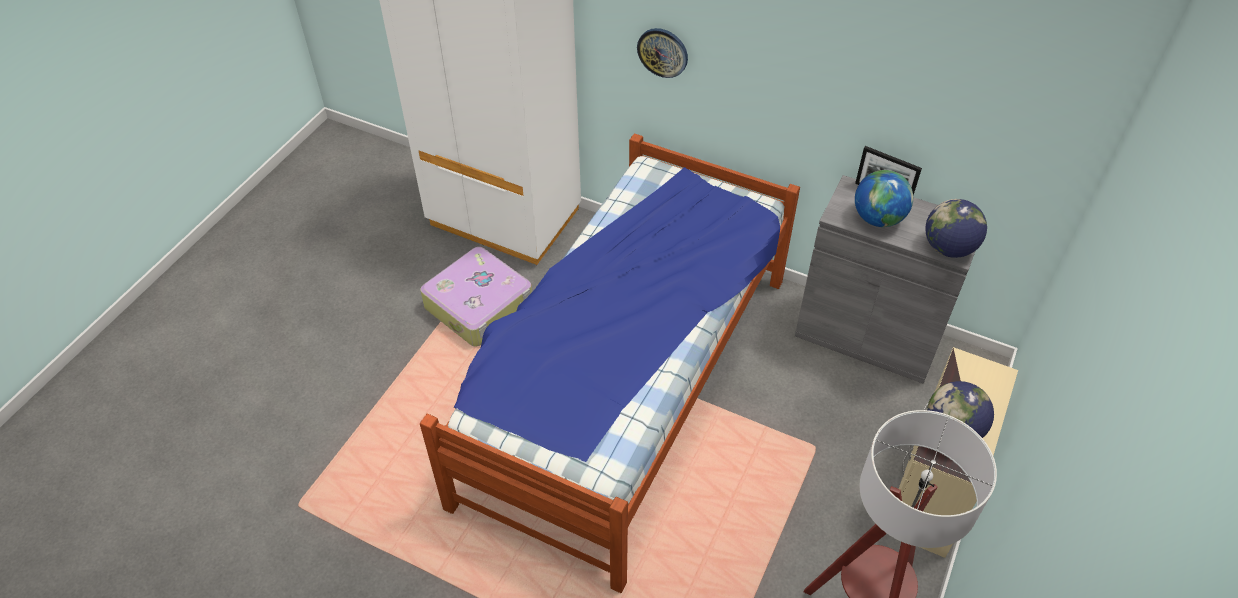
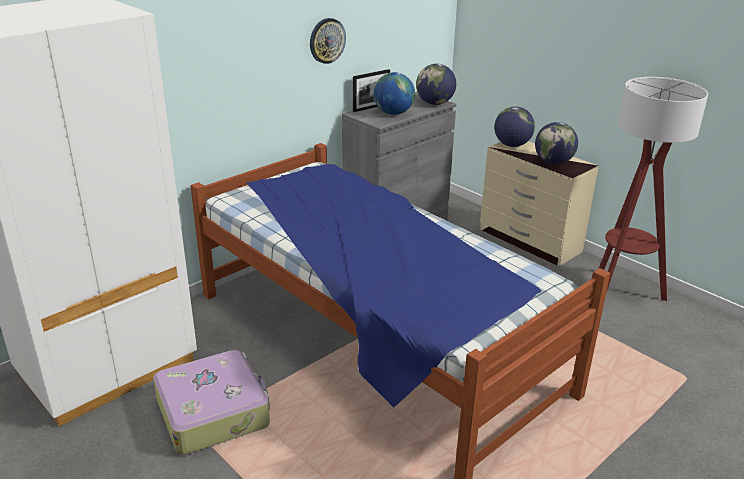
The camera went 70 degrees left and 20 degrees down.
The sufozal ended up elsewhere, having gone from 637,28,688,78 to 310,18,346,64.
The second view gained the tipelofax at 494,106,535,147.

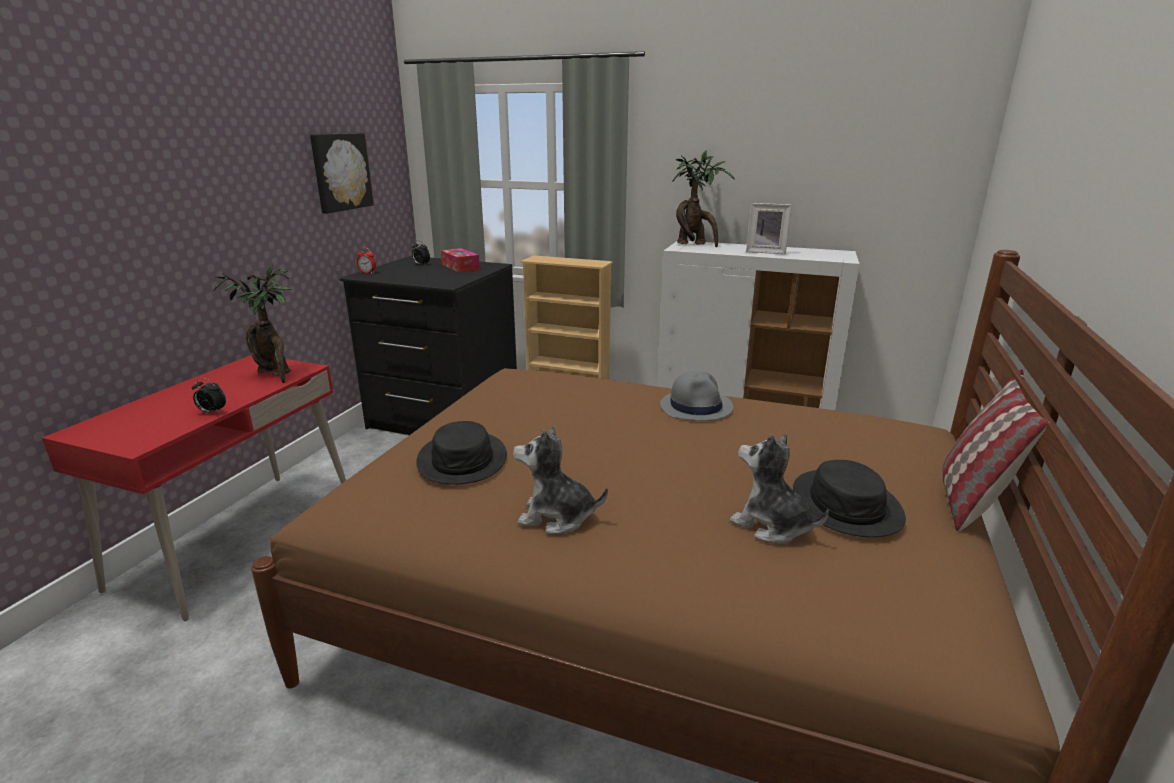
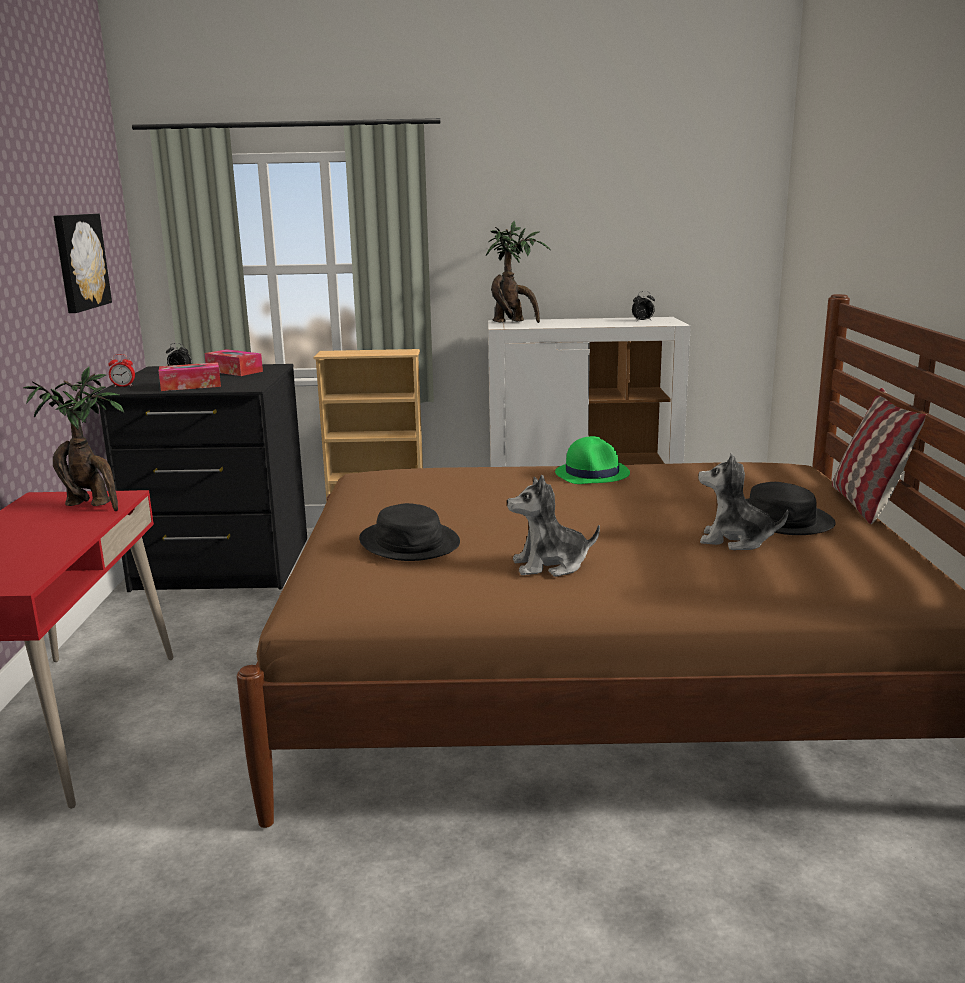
The camera went 20 degrees left and 5 degrees down.
The second view gained the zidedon at 159,362,221,391.
What was the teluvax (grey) at 660,371,733,421 turned into the teluvax (green) at 555,436,630,484.
The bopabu ended up elsewhere, having gone from 192,378,226,414 to 632,291,655,322.
The second view lost the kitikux at 746,203,792,254.

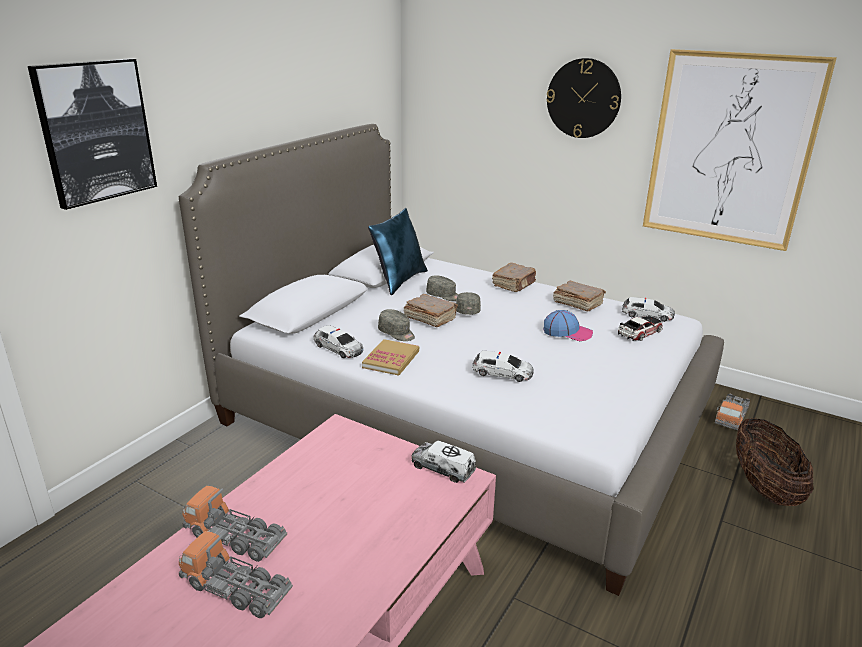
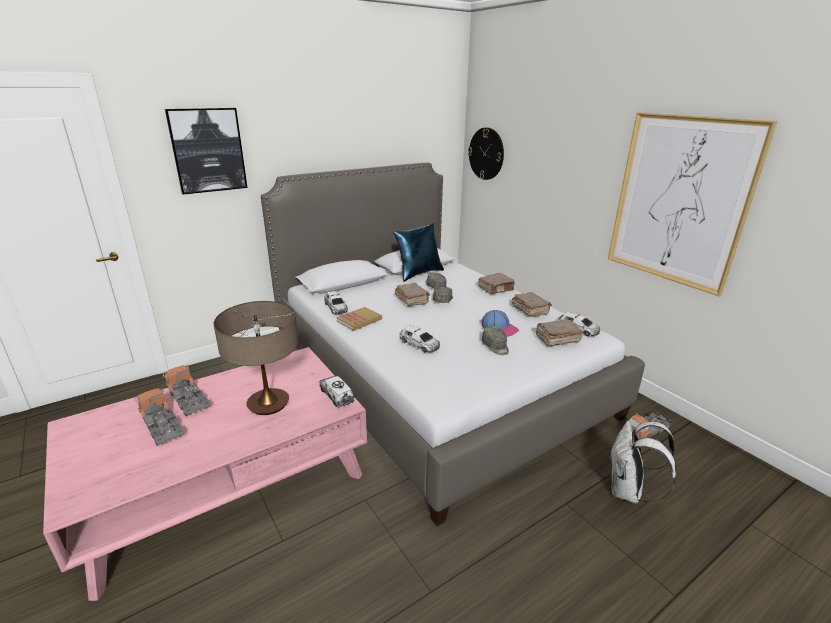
The camera went 25 degrees right and 0 degrees up.
The second view gained the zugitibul at 214,301,298,415.
The sufozal ended up elsewhere, having gone from 546,58,621,138 to 468,128,504,180.
The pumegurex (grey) ended up elsewhere, having gone from 378,309,415,341 to 482,326,509,355.
Where the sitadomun stood at 618,316,662,341, the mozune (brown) came to stand at 536,319,583,347.
Where the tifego stood at 736,418,814,506, the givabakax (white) came to stand at 609,421,676,503.

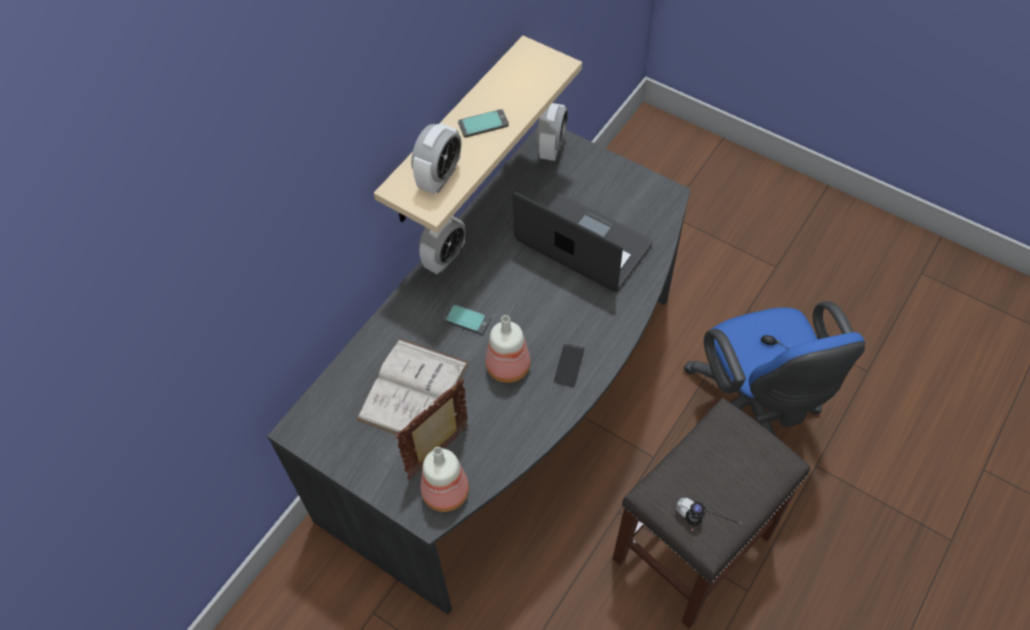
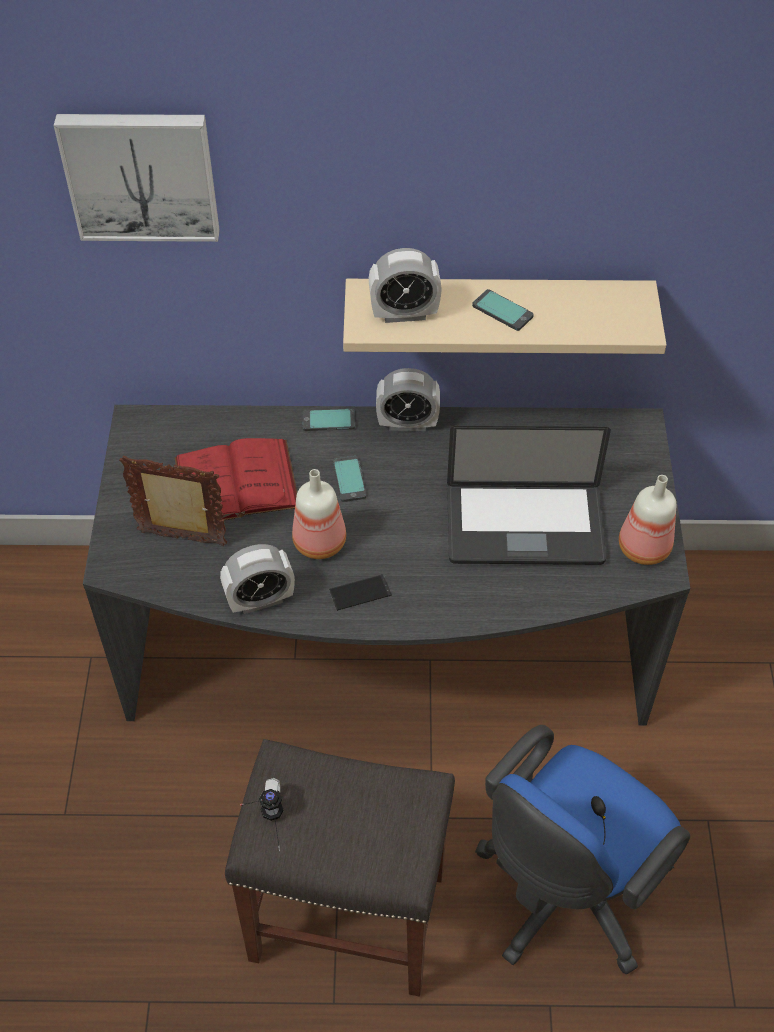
The camera went 55 degrees right and 5 degrees down.
The second view gained the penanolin at 54,114,220,242.
What was the mozune (white) at 357,339,469,438 turned into the mozune (red) at 175,438,297,520.
The bopabu ended up elsewhere, having gone from 536,103,568,161 to 220,544,295,614.
The second view gained the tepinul at 303,409,355,431.
The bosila at 513,192,652,292 ended up facing another way, 90 degrees clockwise from before.
The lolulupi ended up elsewhere, having gone from 421,447,469,512 to 619,475,676,565.

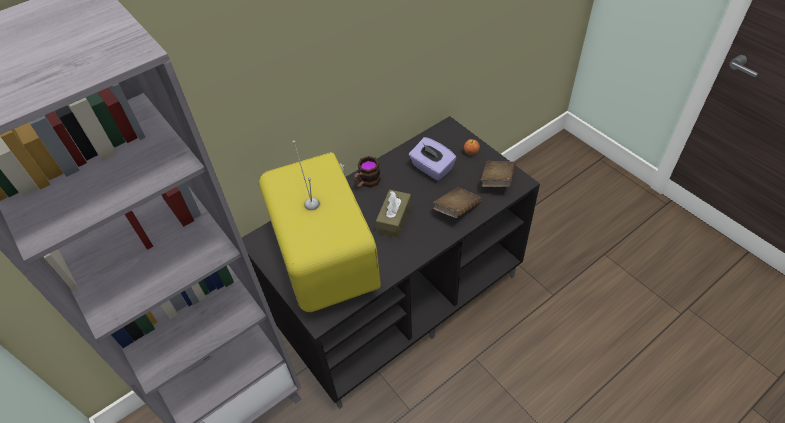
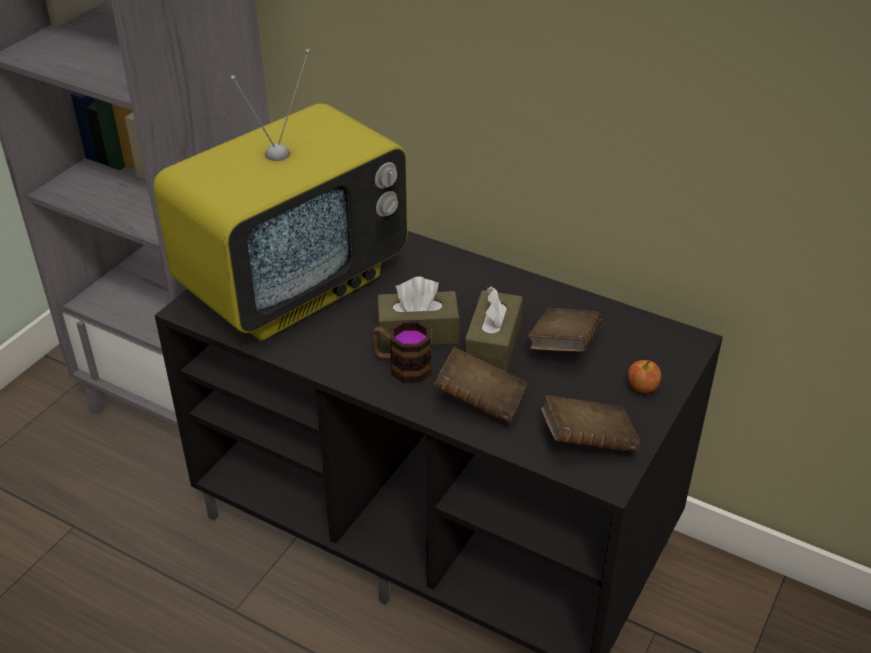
The camera went 65 degrees right and 10 degrees down.
The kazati ended up elsewhere, having gone from 354,156,381,188 to 372,320,431,383.
The second view gained the zidedon (brown) at 465,287,523,372.
Where the zidedon (purple) stood at 409,137,456,181, the mozune (brown) came to stand at 528,308,602,352.

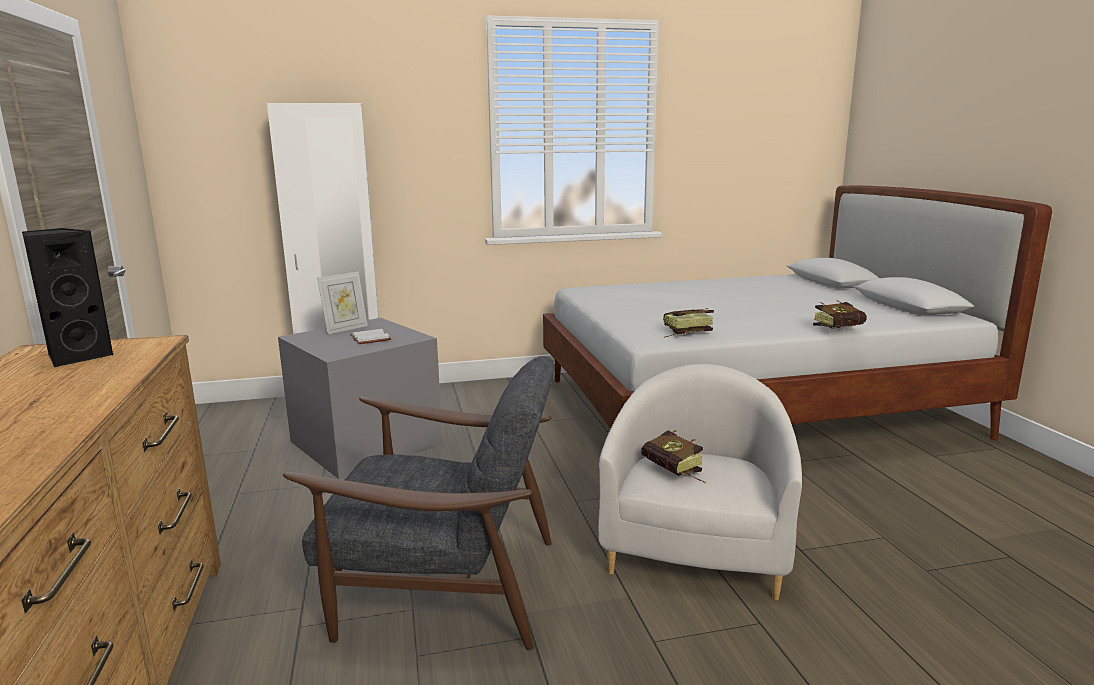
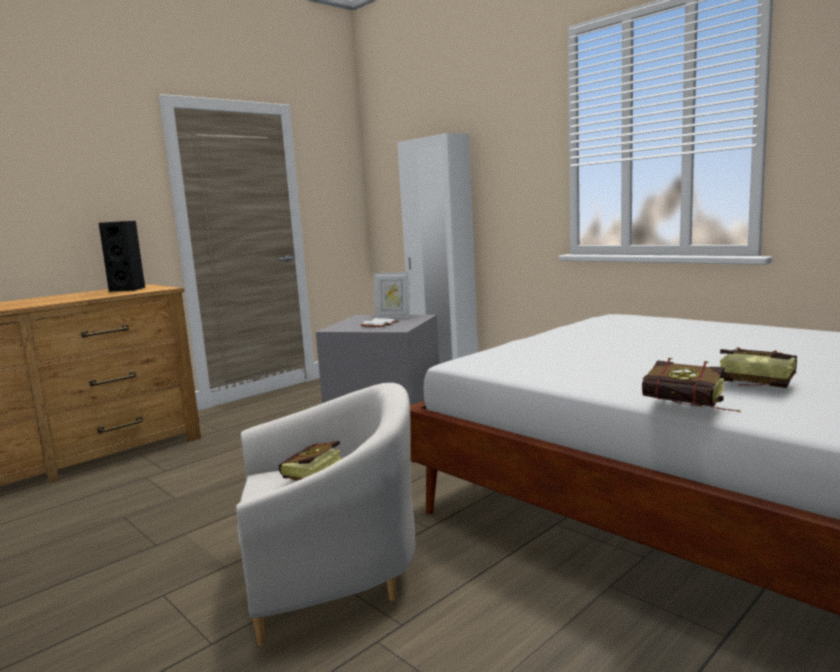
The camera went 60 degrees right and 5 degrees down.
The mozune ended up elsewhere, having gone from 663,308,714,338 to 720,347,798,388.
The second view lost the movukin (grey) at 283,356,555,650.

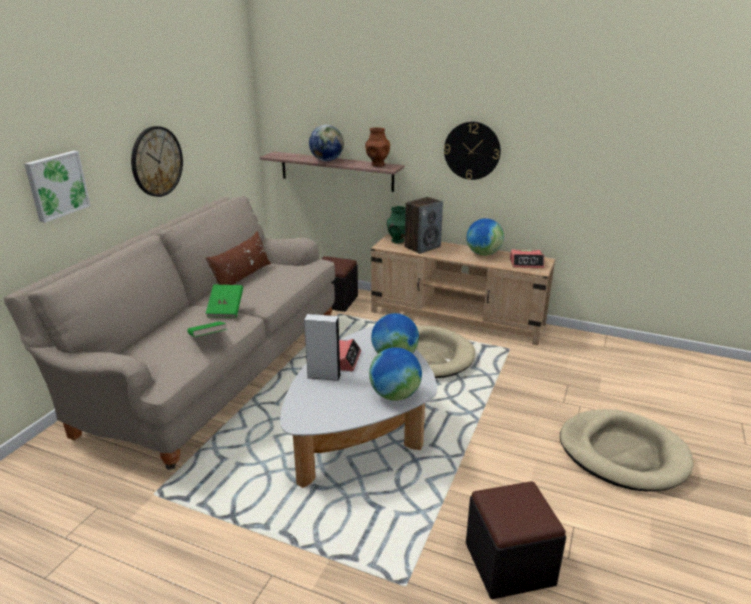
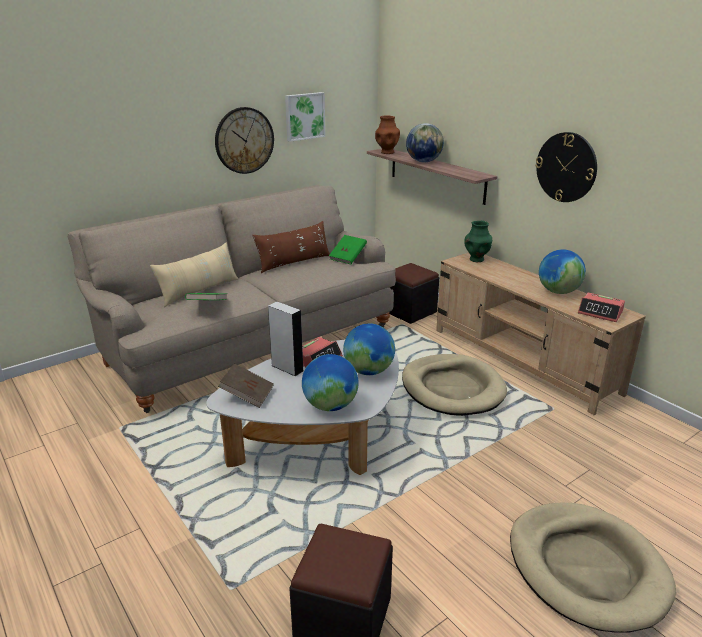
The camera went 30 degrees right and 0 degrees up.
The second view gained the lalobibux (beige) at 150,242,239,307.
The second view gained the mozune (brown) at 218,364,274,408.
The penanolin ended up elsewhere, having gone from 24,151,91,223 to 285,92,325,142.
The mozune (green) ended up elsewhere, having gone from 206,284,243,318 to 329,235,367,264.
The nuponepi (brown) ended up elsewhere, having gone from 365,127,390,167 to 375,115,400,154.
The second view lost the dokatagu at 405,197,443,254.

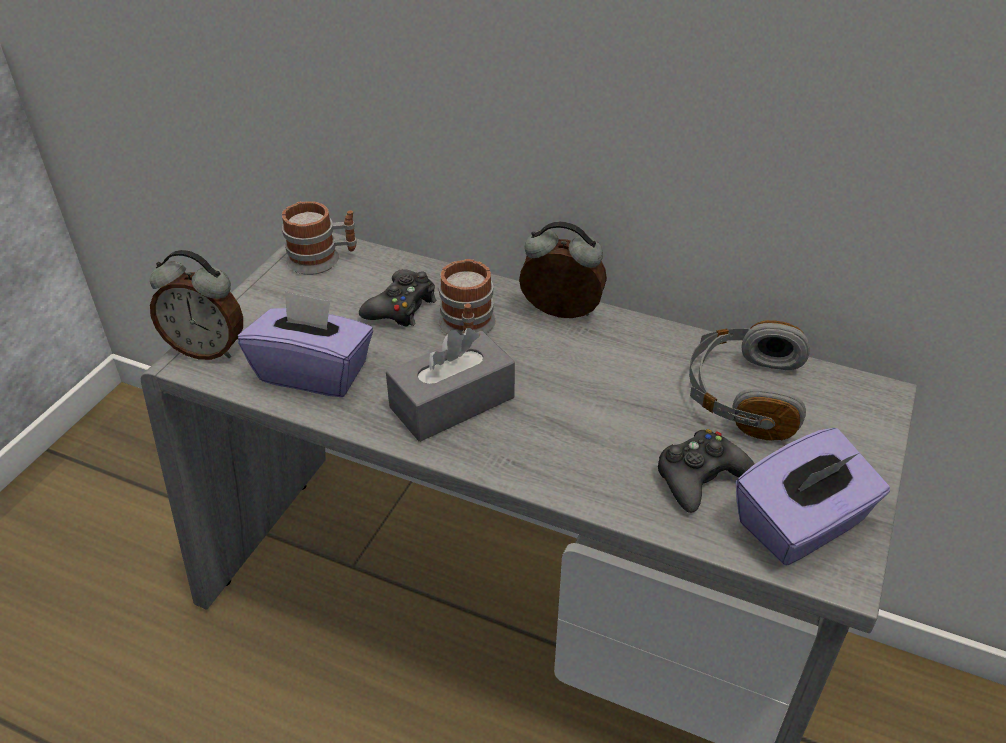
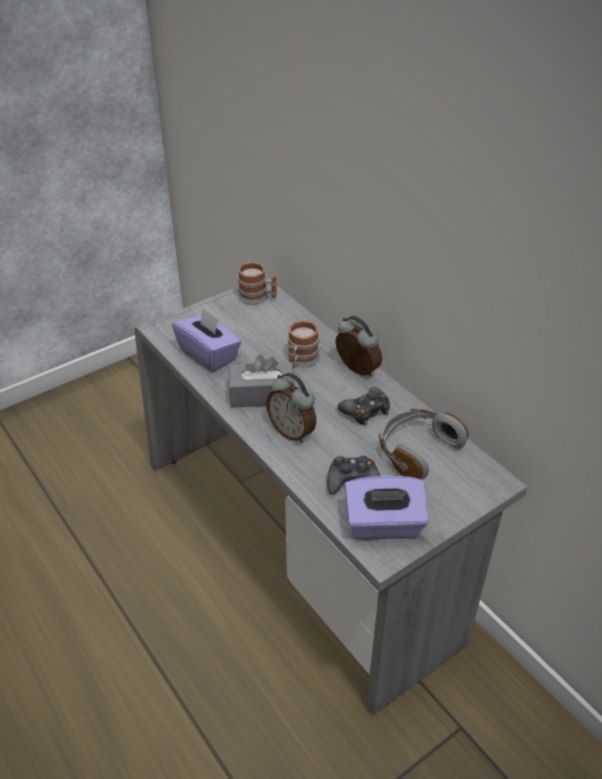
The camera went 30 degrees right and 0 degrees up.
The bopabu ended up elsewhere, having gone from 150,250,243,360 to 266,373,316,443.
The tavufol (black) ended up elsewhere, having gone from 359,269,436,326 to 337,387,390,426.

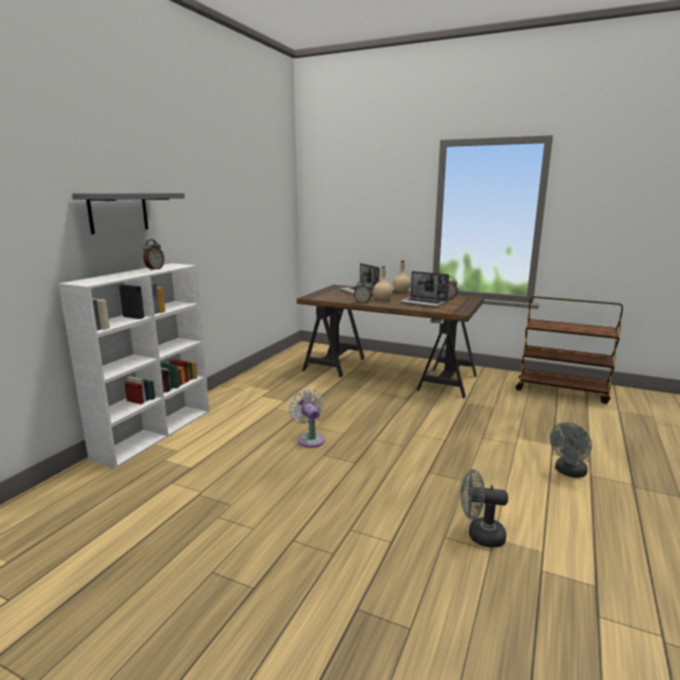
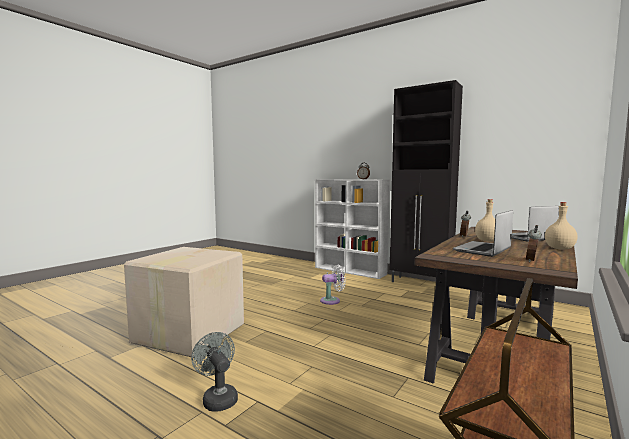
The camera went 100 degrees right and 10 degrees down.
Where the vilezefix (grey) stood at 461,469,508,548, the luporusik came to stand at 124,247,244,358.
The second view gained the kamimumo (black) at 390,80,463,282.
The second view lost the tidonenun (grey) at 72,193,185,234.

